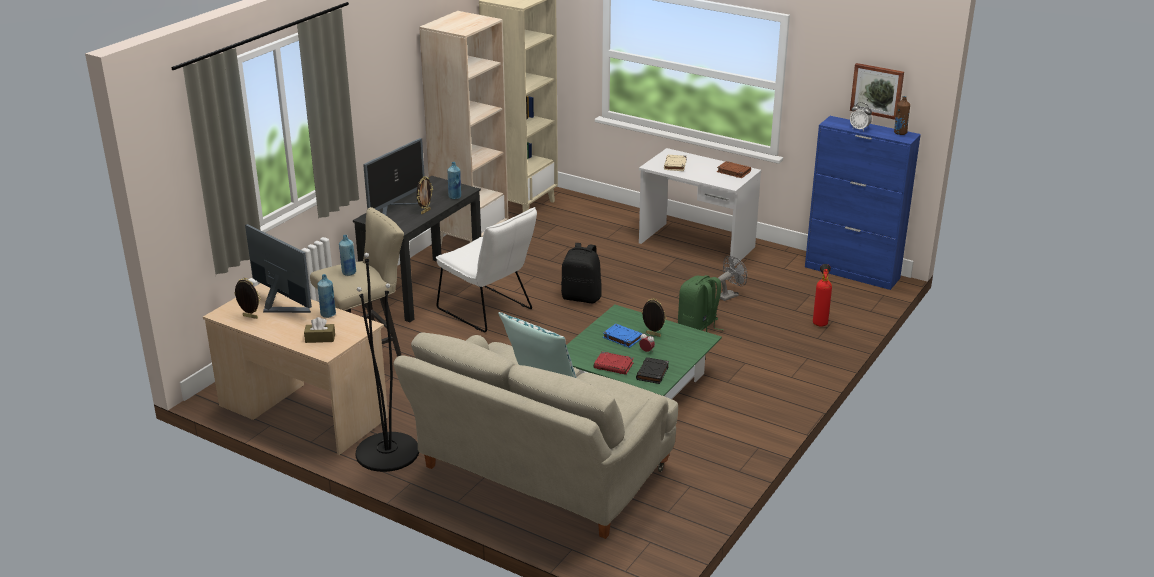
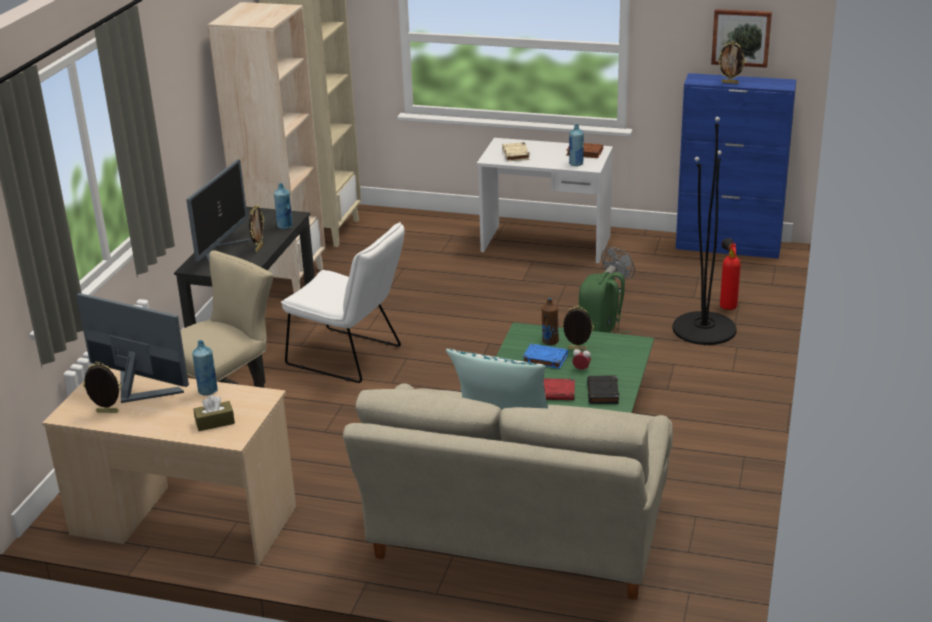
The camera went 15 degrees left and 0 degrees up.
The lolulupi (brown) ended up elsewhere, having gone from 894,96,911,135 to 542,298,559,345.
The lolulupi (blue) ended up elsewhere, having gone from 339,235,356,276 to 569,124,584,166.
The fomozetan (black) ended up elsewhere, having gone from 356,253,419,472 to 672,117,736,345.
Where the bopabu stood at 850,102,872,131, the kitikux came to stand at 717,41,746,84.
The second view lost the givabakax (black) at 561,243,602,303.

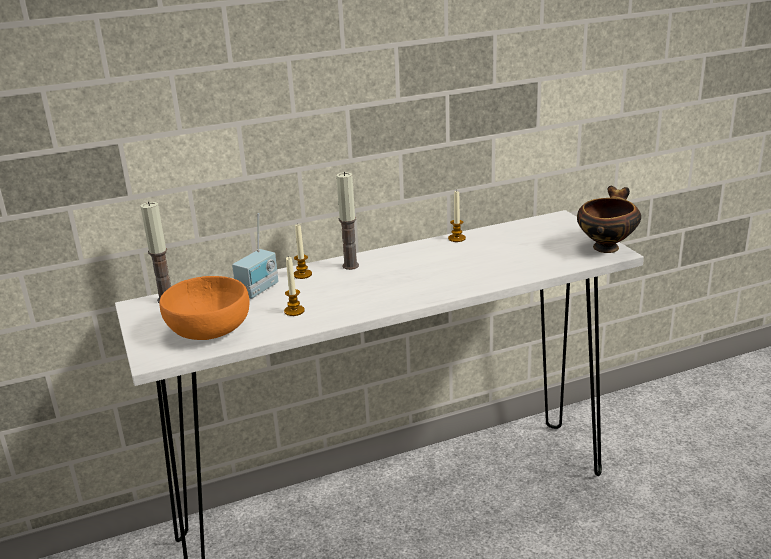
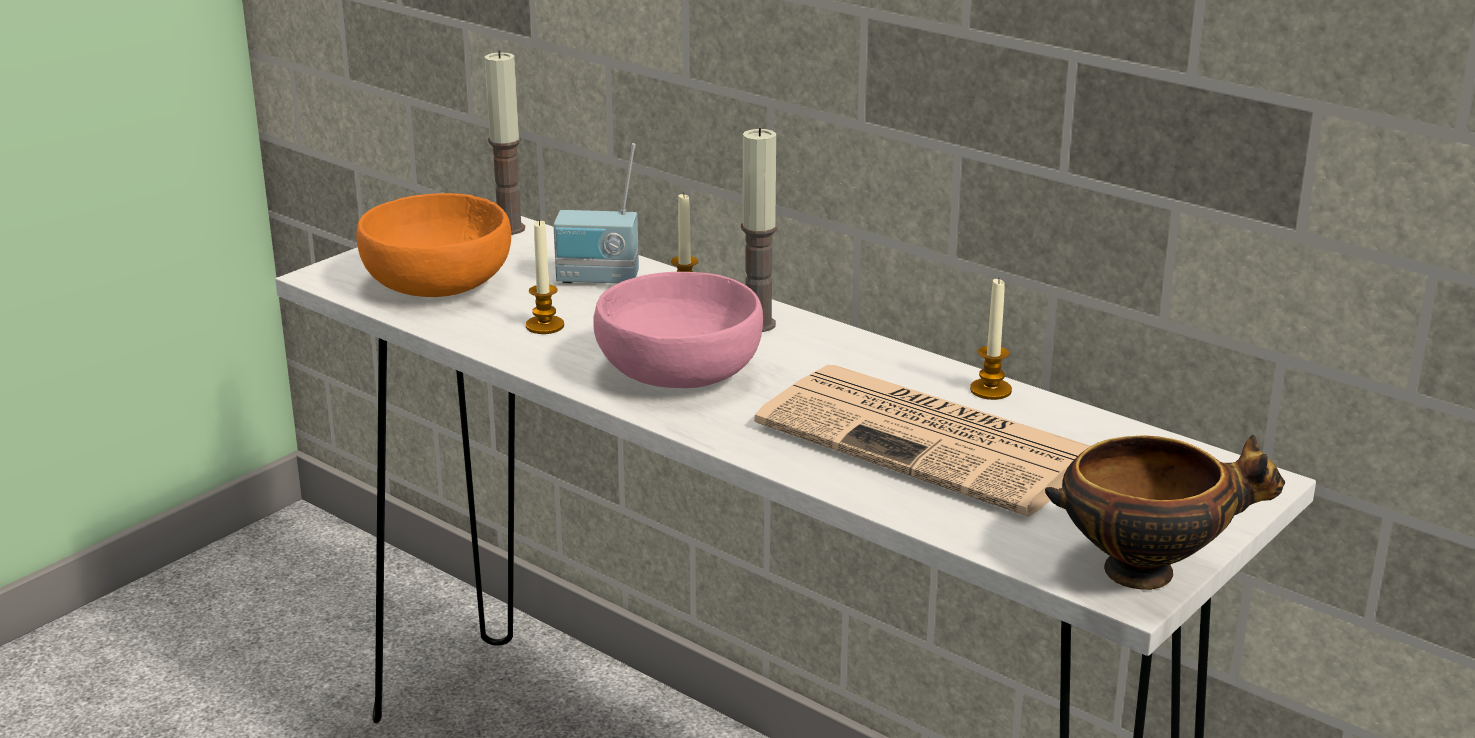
The camera went 60 degrees right and 0 degrees up.
The second view gained the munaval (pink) at 593,272,763,388.
The second view gained the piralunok at 754,365,1091,517.

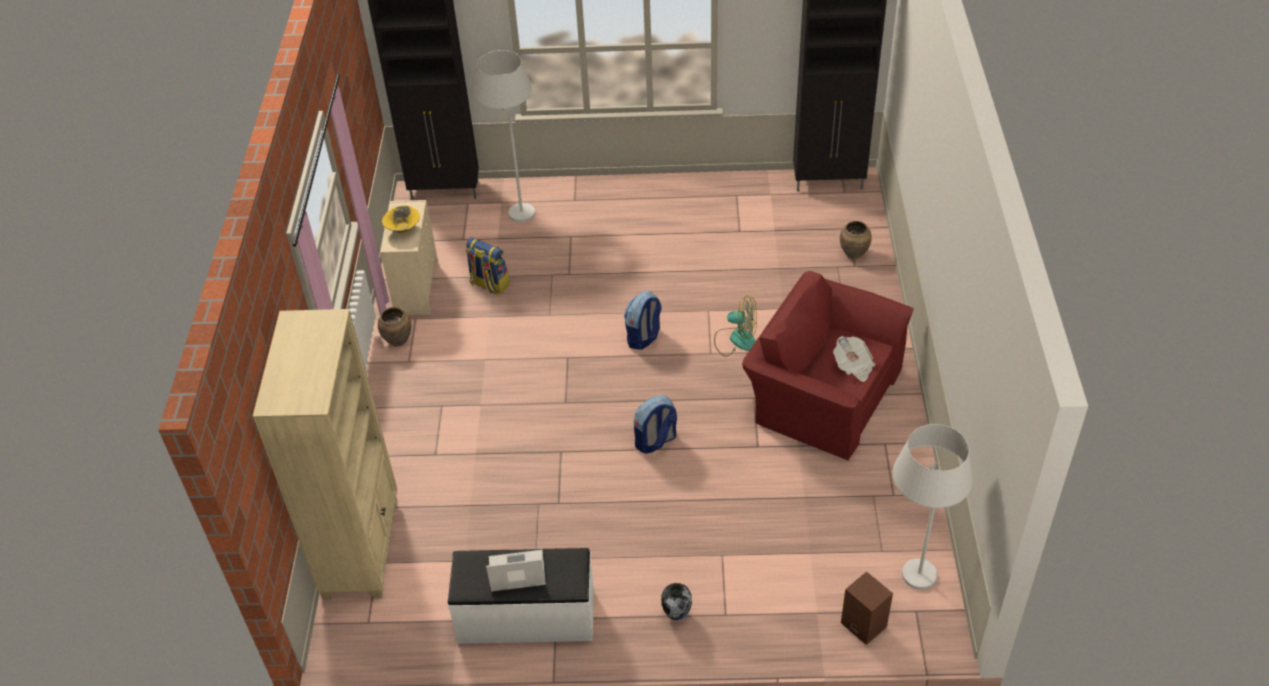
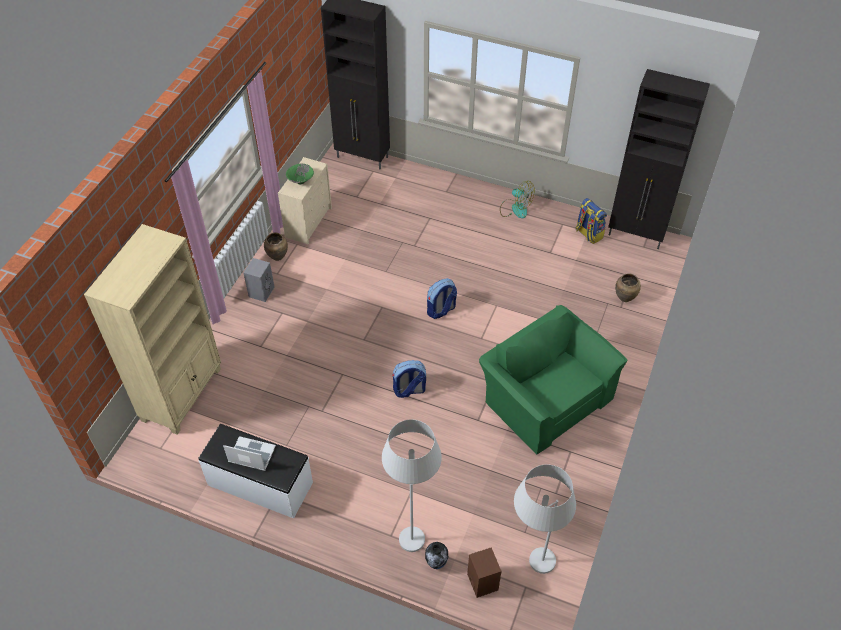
The camera went 20 degrees right and 5 degrees up.
The second view gained the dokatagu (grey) at 243,258,274,302.
What was the munaval (yellow) at 382,206,420,234 turned into the munaval (green) at 286,164,314,184.
The fomozetan (white) ended up elsewhere, having gone from 474,50,535,223 to 382,420,442,552.
The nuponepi ended up elsewhere, having gone from 661,583,692,620 to 425,542,448,569.
What was the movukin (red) at 742,271,914,460 turned into the movukin (green) at 479,305,628,455.
The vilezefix ended up elsewhere, having gone from 714,296,757,357 to 500,181,535,218.
The givabakax ended up elsewhere, having gone from 466,238,510,295 to 576,198,607,244.
The second view lost the piralunok at 833,336,876,382.

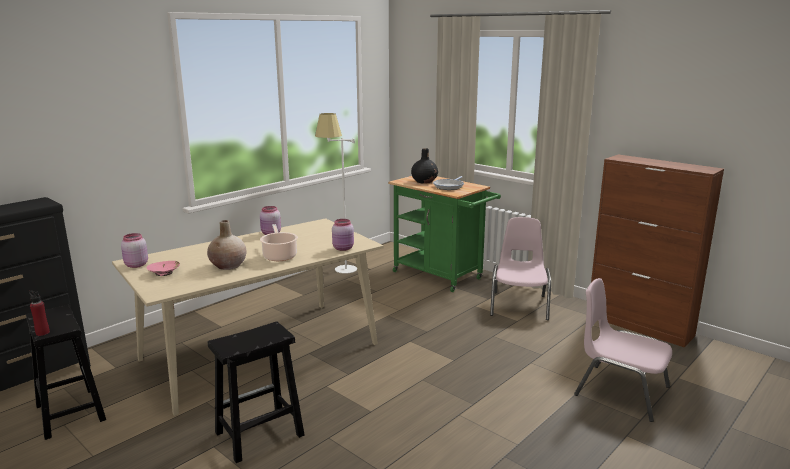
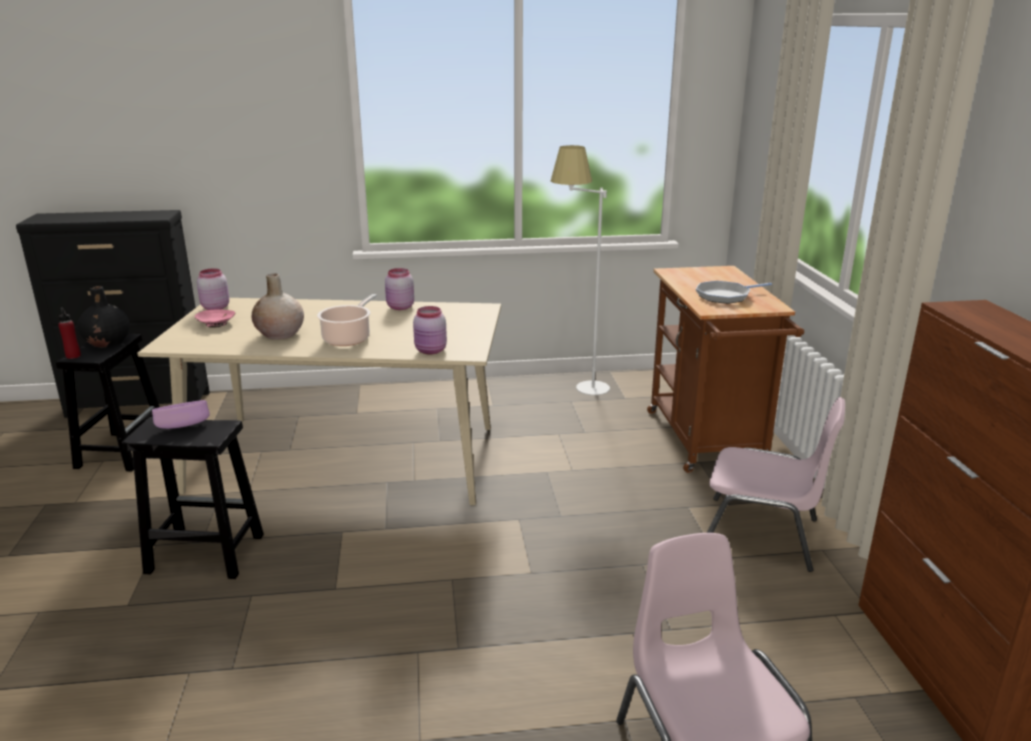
The camera went 40 degrees right and 5 degrees up.
The nuponepi (black) ended up elsewhere, having gone from 411,148,438,184 to 77,286,130,347.
The second view gained the munaval (purple) at 152,400,210,429.
What was the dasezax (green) at 388,176,501,292 turned into the dasezax (brown) at 647,266,804,473.
The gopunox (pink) at 490,217,551,320 ended up facing another way, 60 degrees clockwise from before.

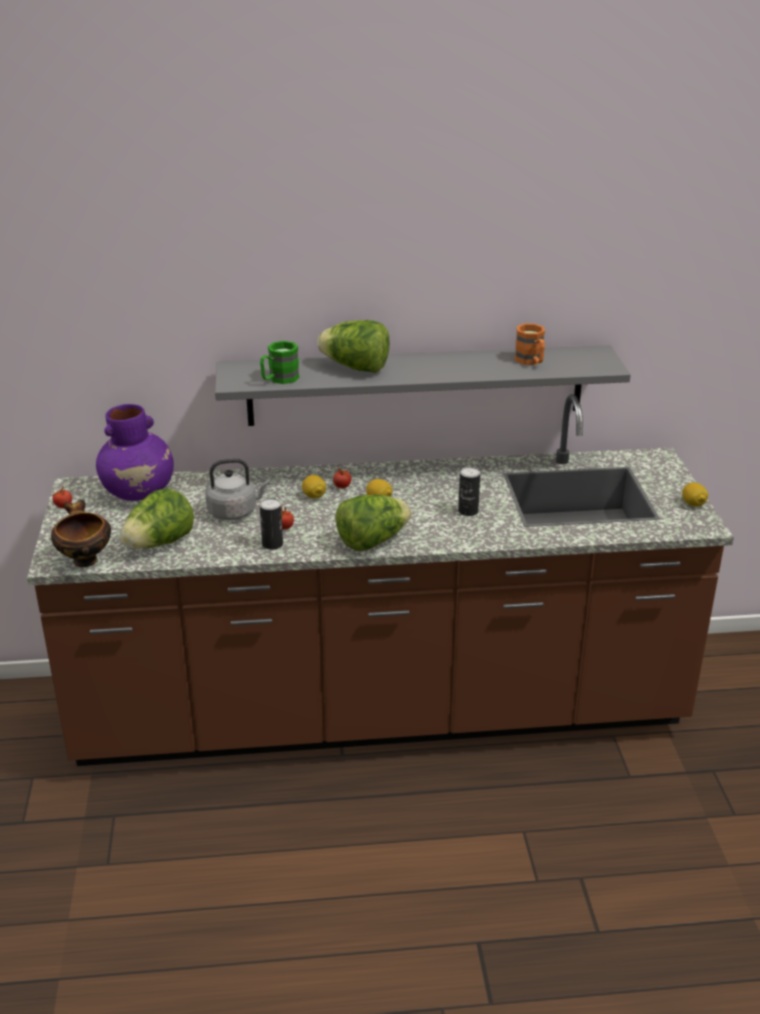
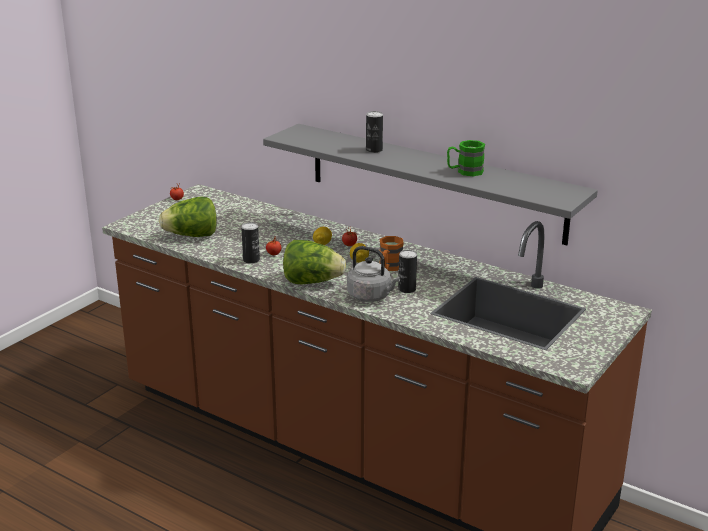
The camera went 40 degrees right and 5 degrees down.
The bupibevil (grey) ended up elsewhere, having gone from 205,458,270,520 to 347,246,400,302.
Where the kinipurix stood at 317,320,389,373, the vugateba came to stand at 366,111,383,153.
The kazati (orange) ended up elsewhere, having gone from 515,324,545,365 to 380,236,404,271.
The kazati (green) ended up elsewhere, having gone from 260,341,299,384 to 447,140,485,176.
The second view lost the munaval at 51,500,111,567.
The second view lost the nuponepi (purple) at 96,404,174,501.
The second view lost the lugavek at 682,483,708,507.

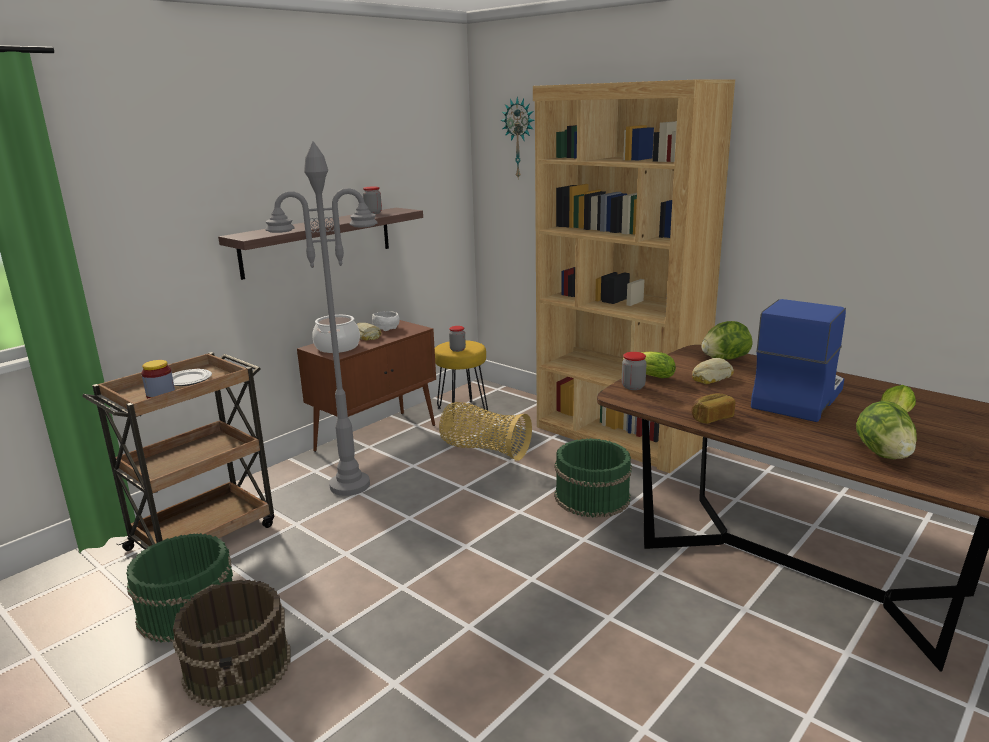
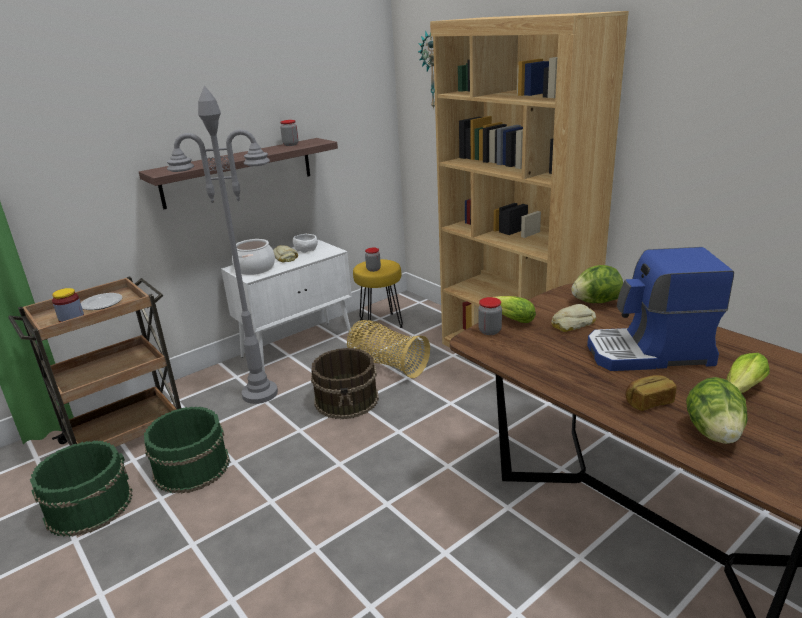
The camera went 10 degrees right and 5 degrees up.
The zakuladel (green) ended up elsewhere, having gone from 554,438,632,518 to 144,407,230,494.
What was the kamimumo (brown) at 297,320,436,452 turned into the kamimumo (white) at 221,240,352,372.
The zakuladel (brown) ended up elsewhere, having gone from 173,580,290,708 to 311,348,379,419.
The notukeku at 751,299,846,422 ended up facing another way, 135 degrees counterclockwise from before.
The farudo ended up elsewhere, having gone from 691,393,735,424 to 625,375,677,411.

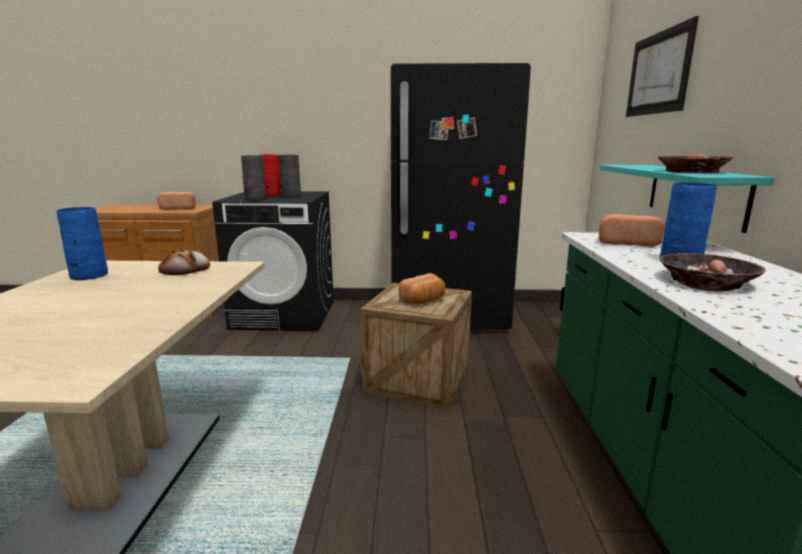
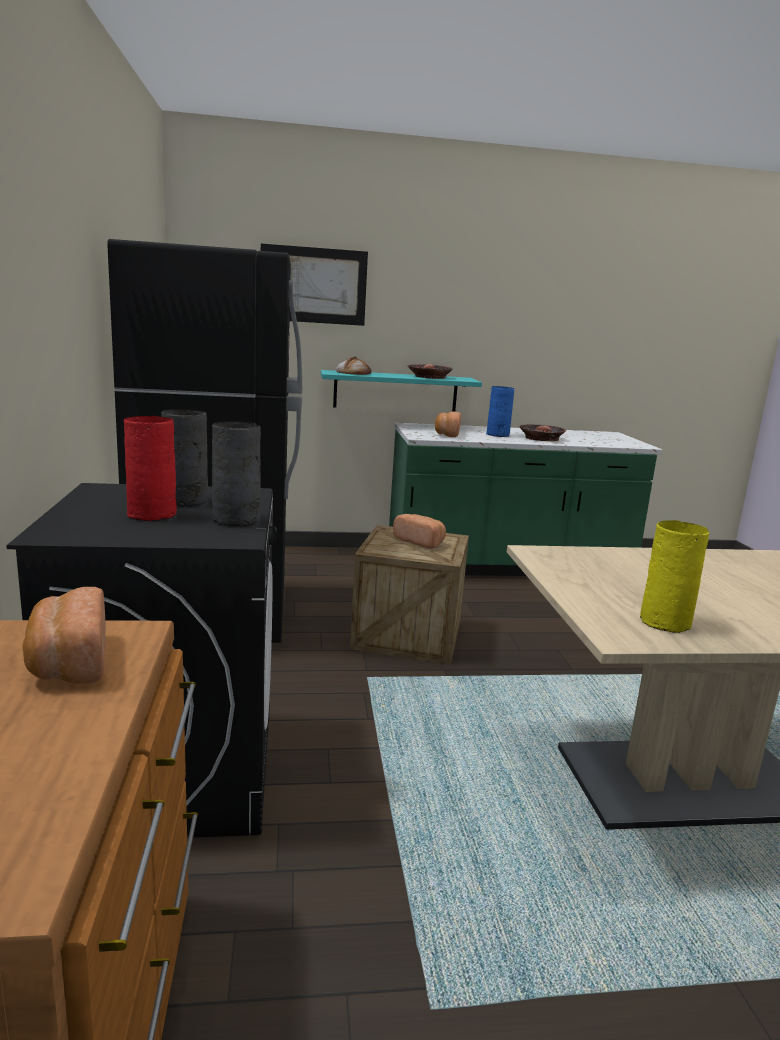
The camera went 100 degrees left and 0 degrees up.
The farudo ended up elsewhere, having gone from 158,248,210,275 to 336,357,371,375.
What was the nuponepi (blue) at 56,207,108,280 turned into the nuponepi (yellow) at 640,520,709,633.

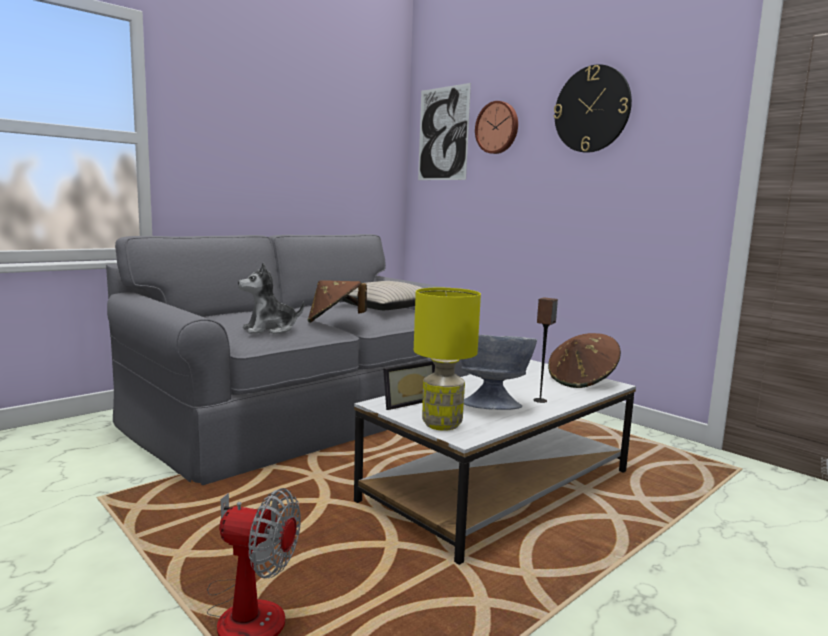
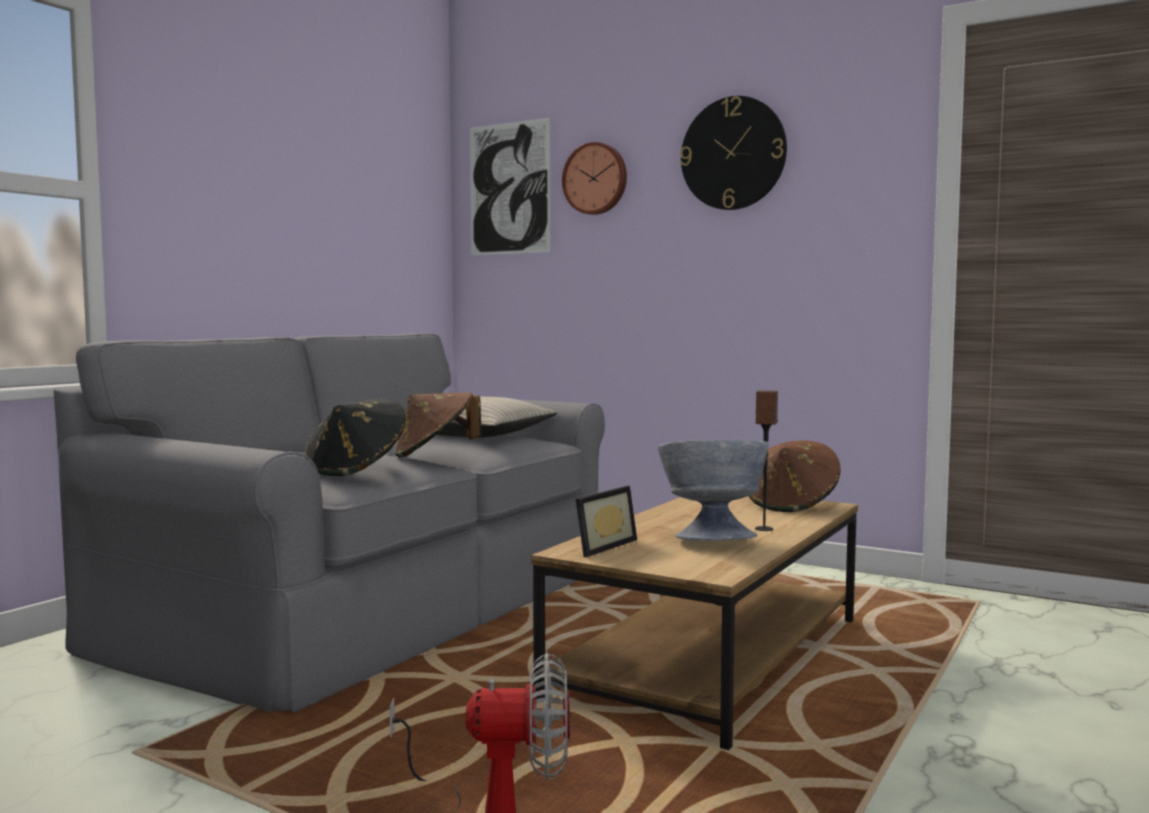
The camera went 15 degrees left and 5 degrees down.
Where the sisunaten stood at 238,262,304,334, the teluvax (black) came to stand at 305,399,406,476.
What was the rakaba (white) at 354,360,636,565 turned into the rakaba (brown) at 531,496,858,750.
The second view lost the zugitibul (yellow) at 414,288,481,431.

